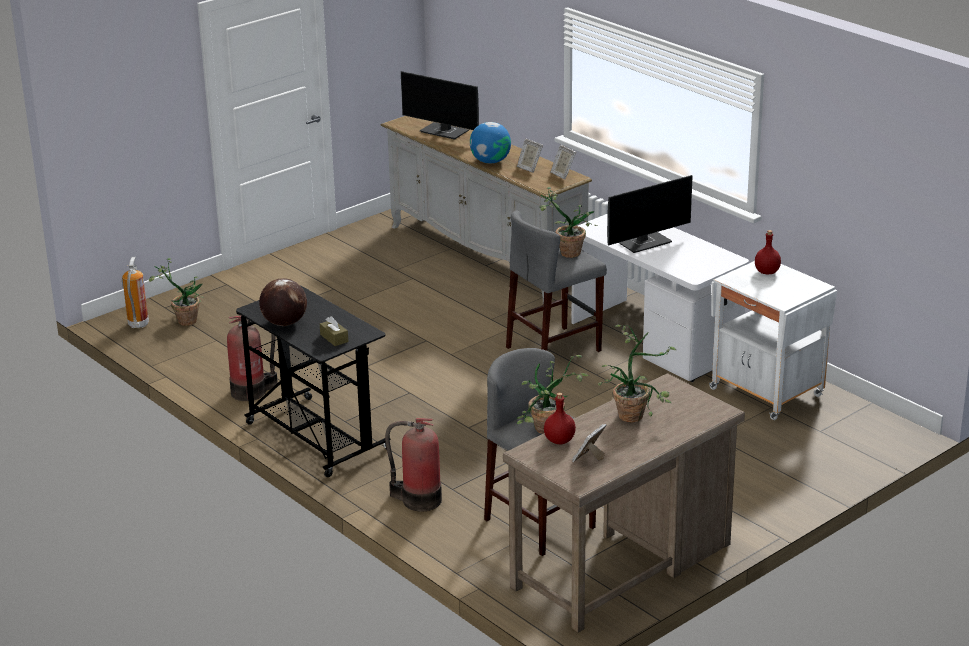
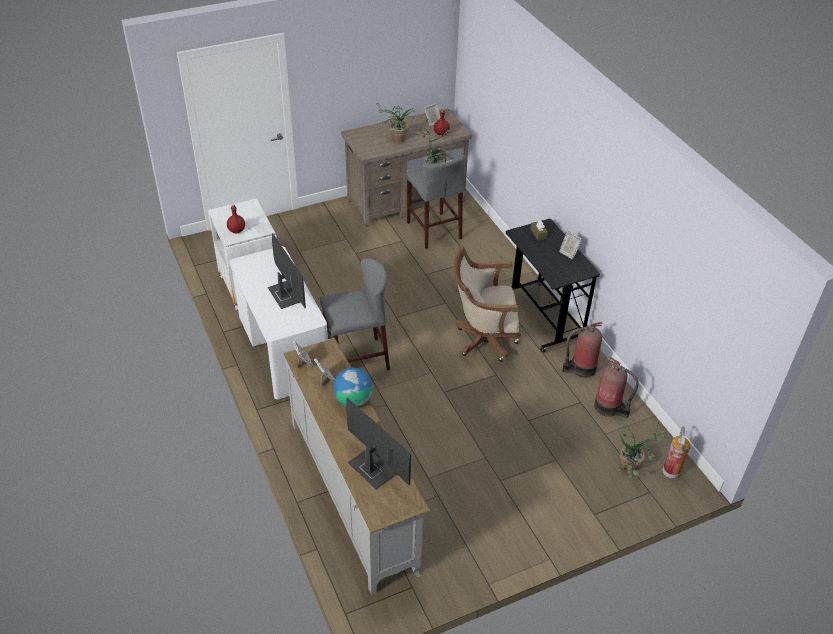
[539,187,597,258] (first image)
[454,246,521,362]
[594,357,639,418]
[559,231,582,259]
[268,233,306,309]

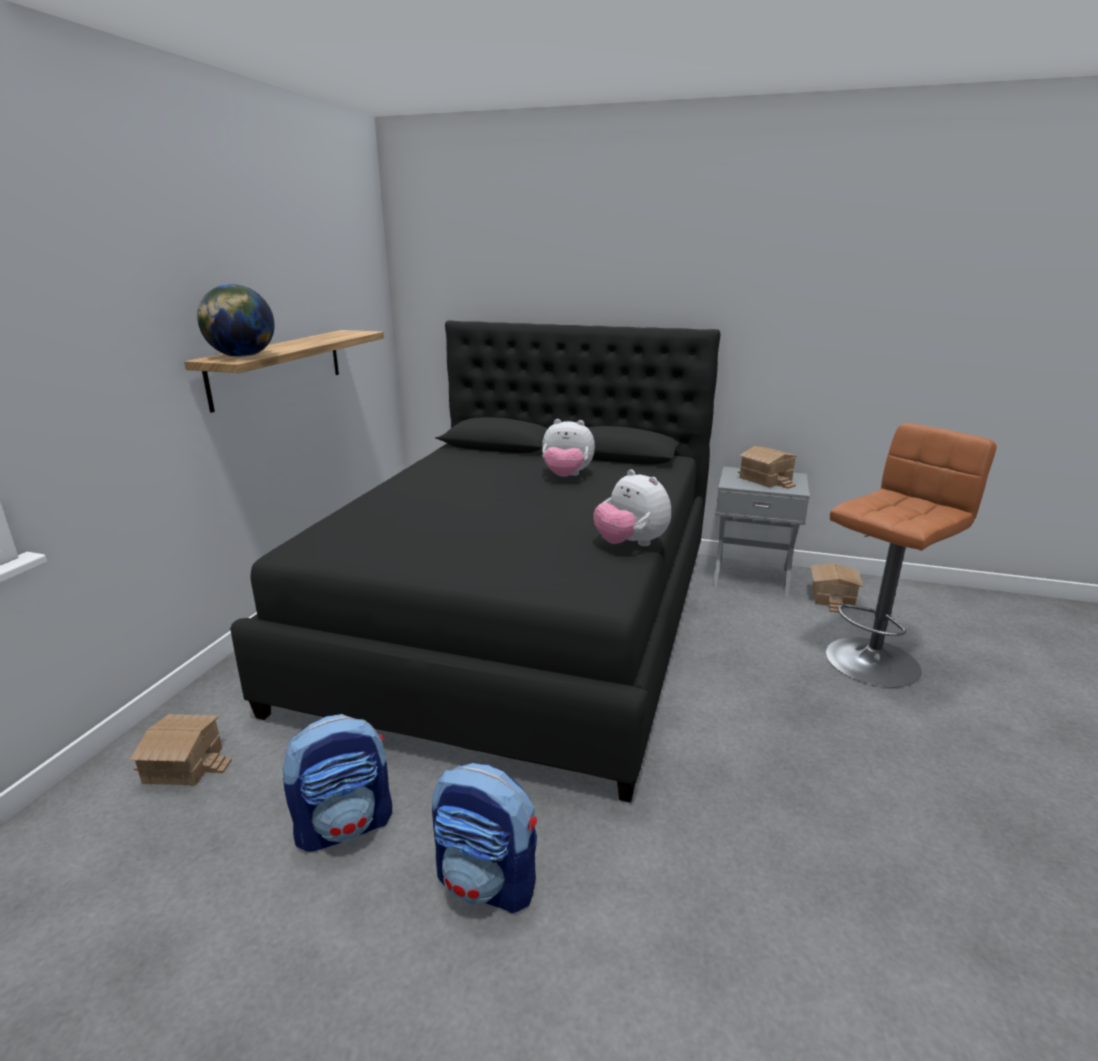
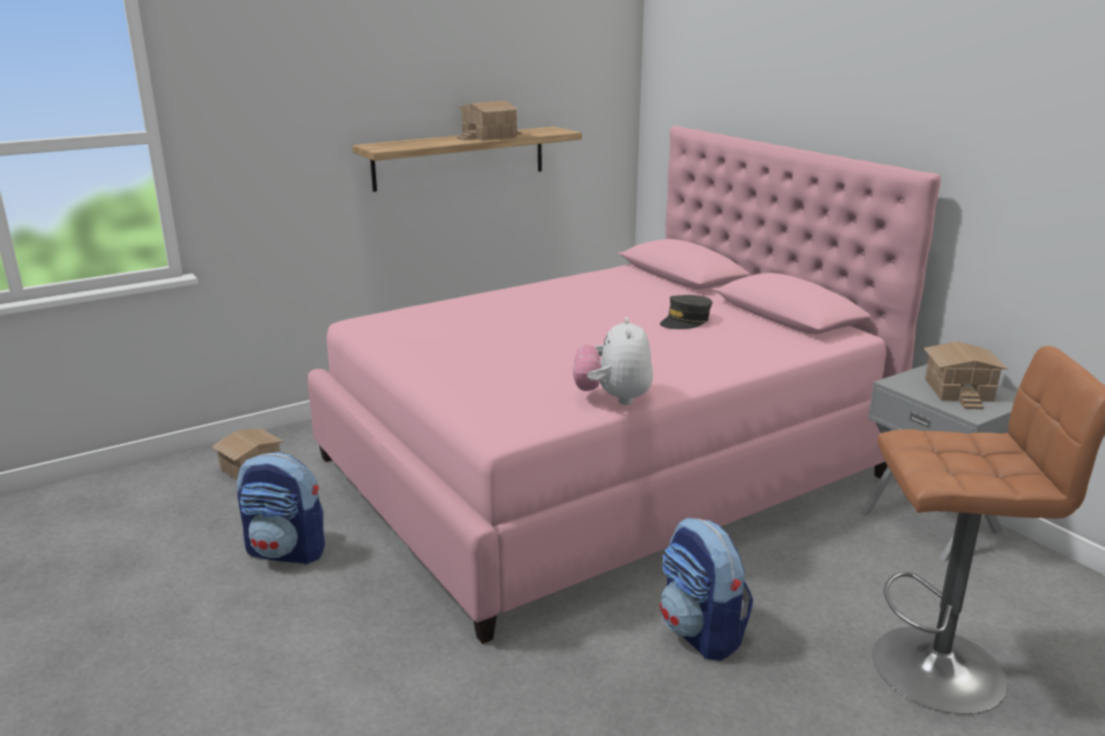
[197,284,275,357] (first image)
[660,517,753,661]
[457,100,521,141]
[660,295,712,329]
[308,126,941,644]

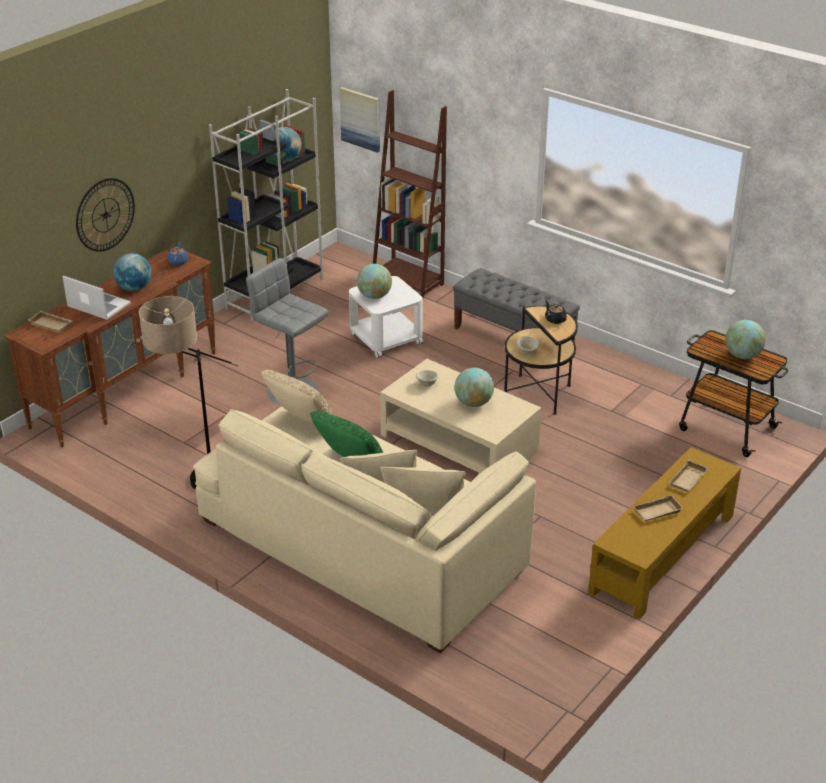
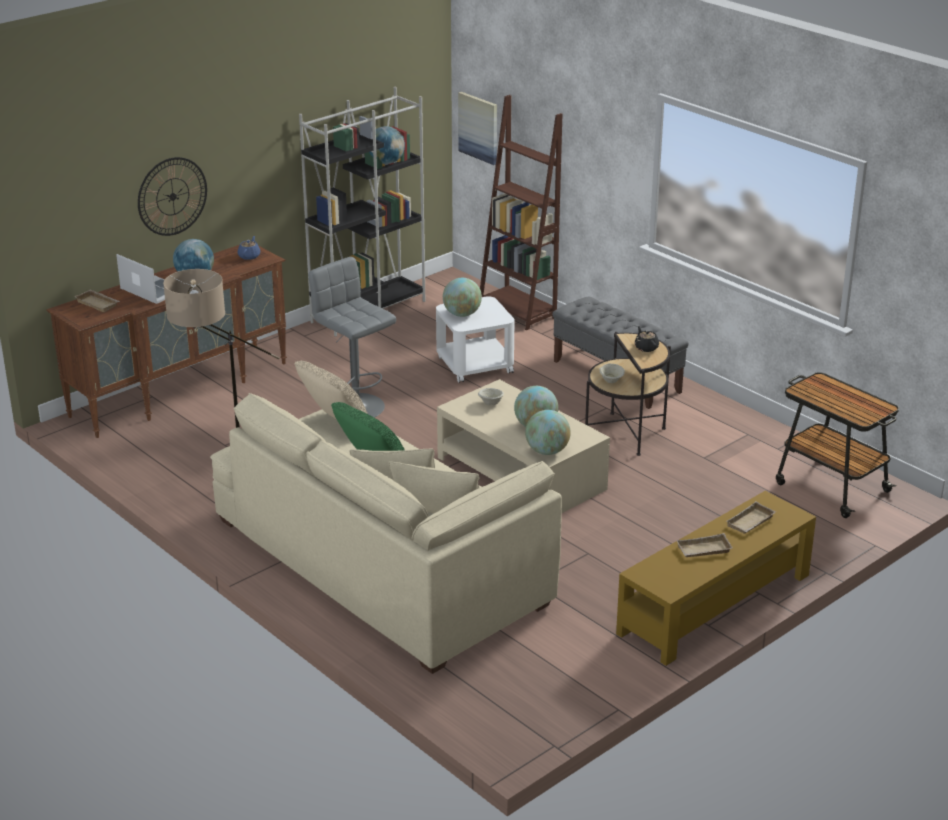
[525,410,571,455]

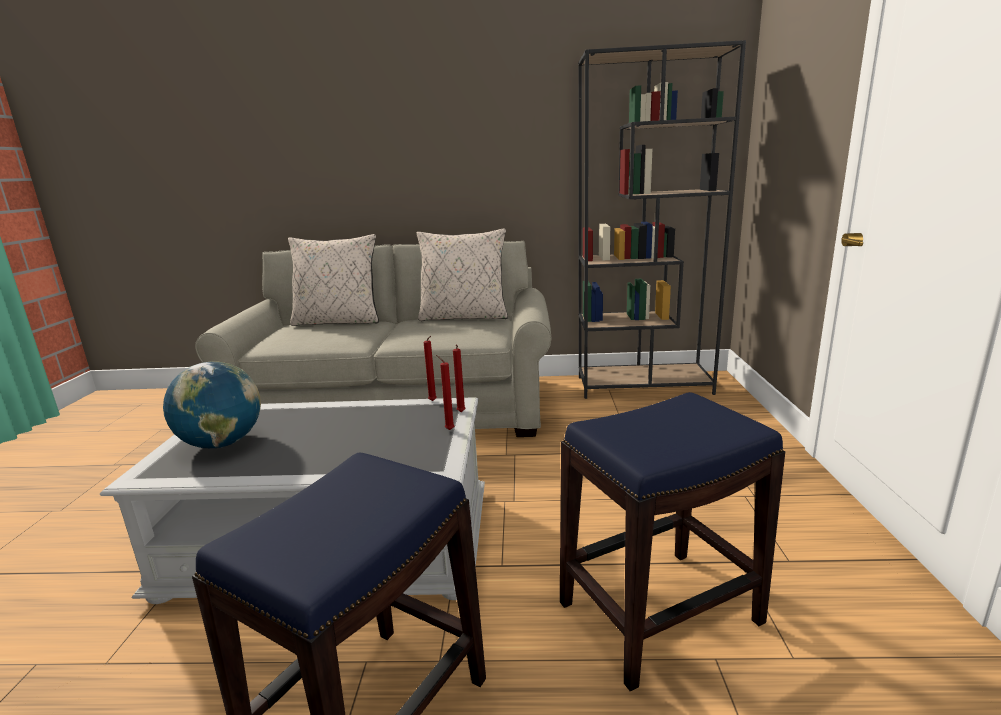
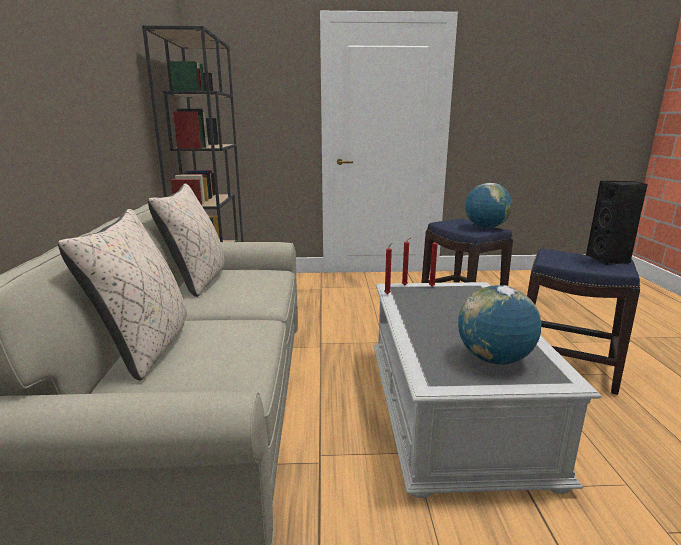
[465,183,512,228]
[586,181,648,265]

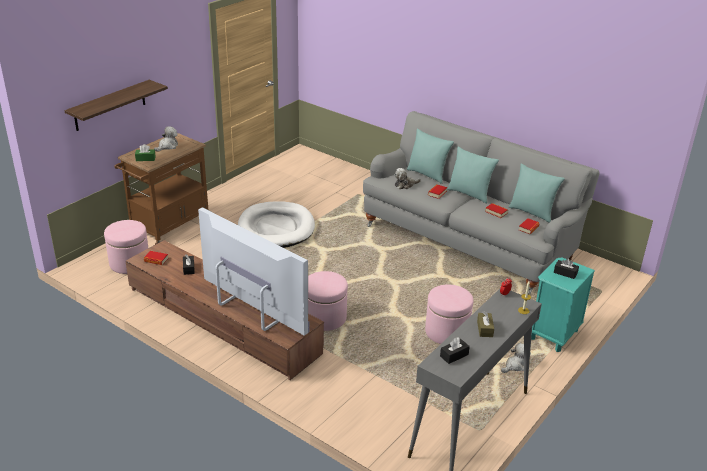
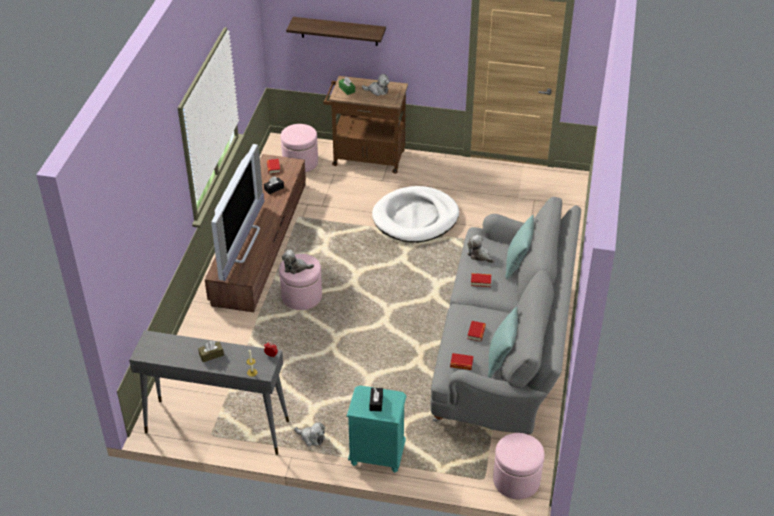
[440,337,470,364] (first image)
[447,147,499,204] (first image)
[282,250,314,274]
[493,433,545,499]

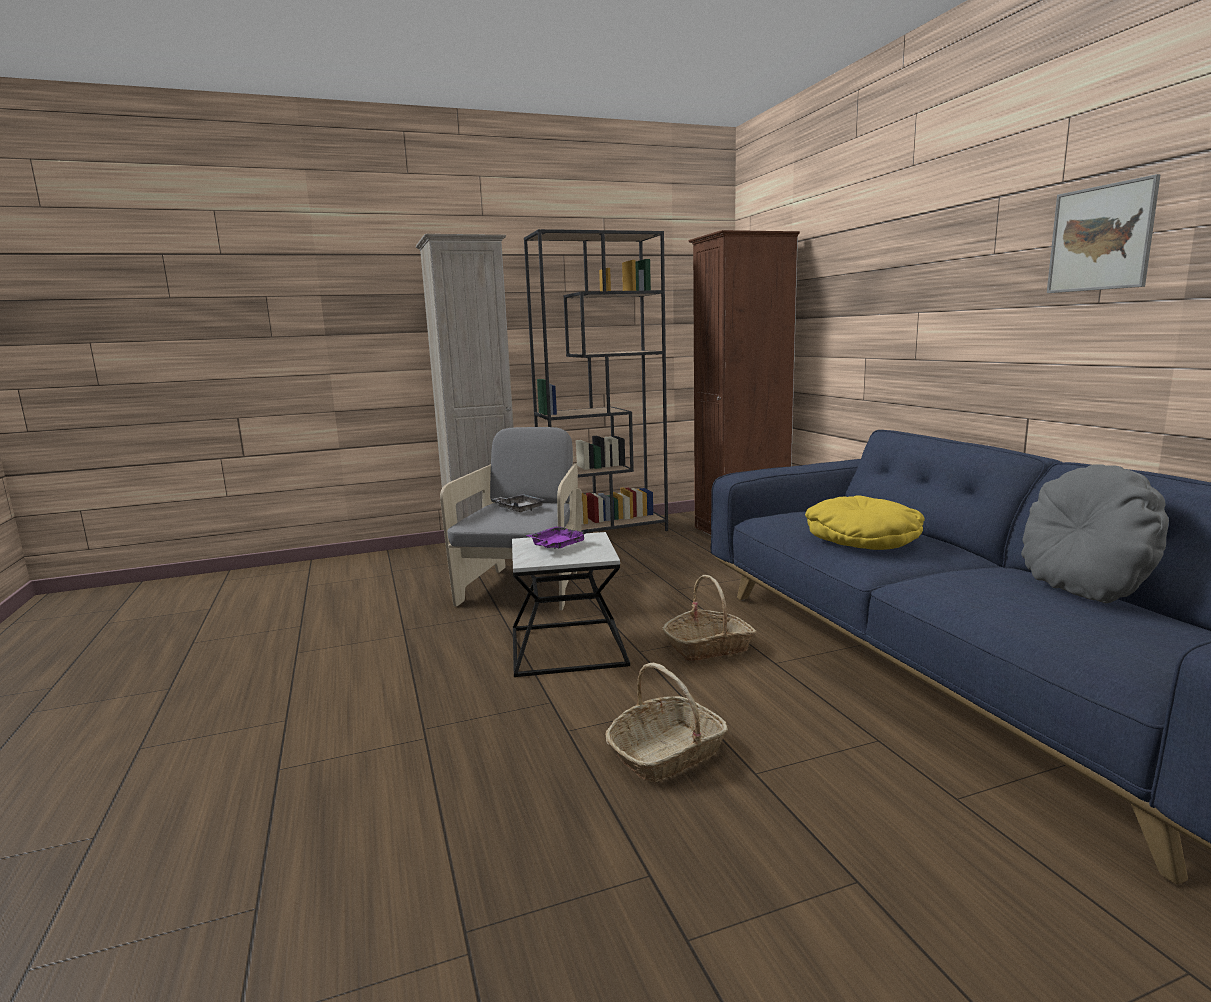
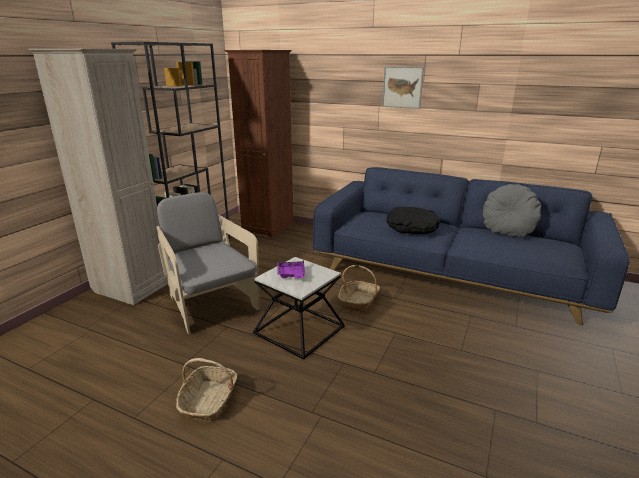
[494,494,545,512] (first image)
[176,358,237,422]
[382,66,424,109]
[386,207,440,234]

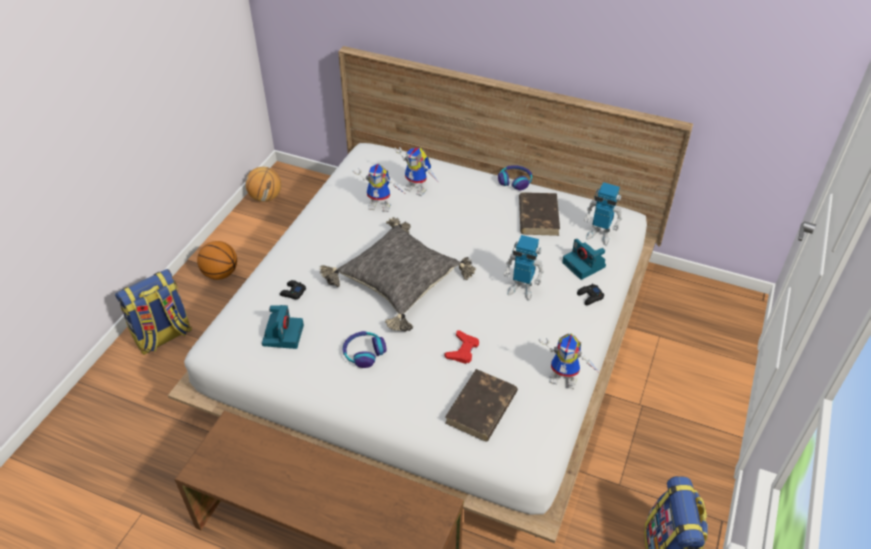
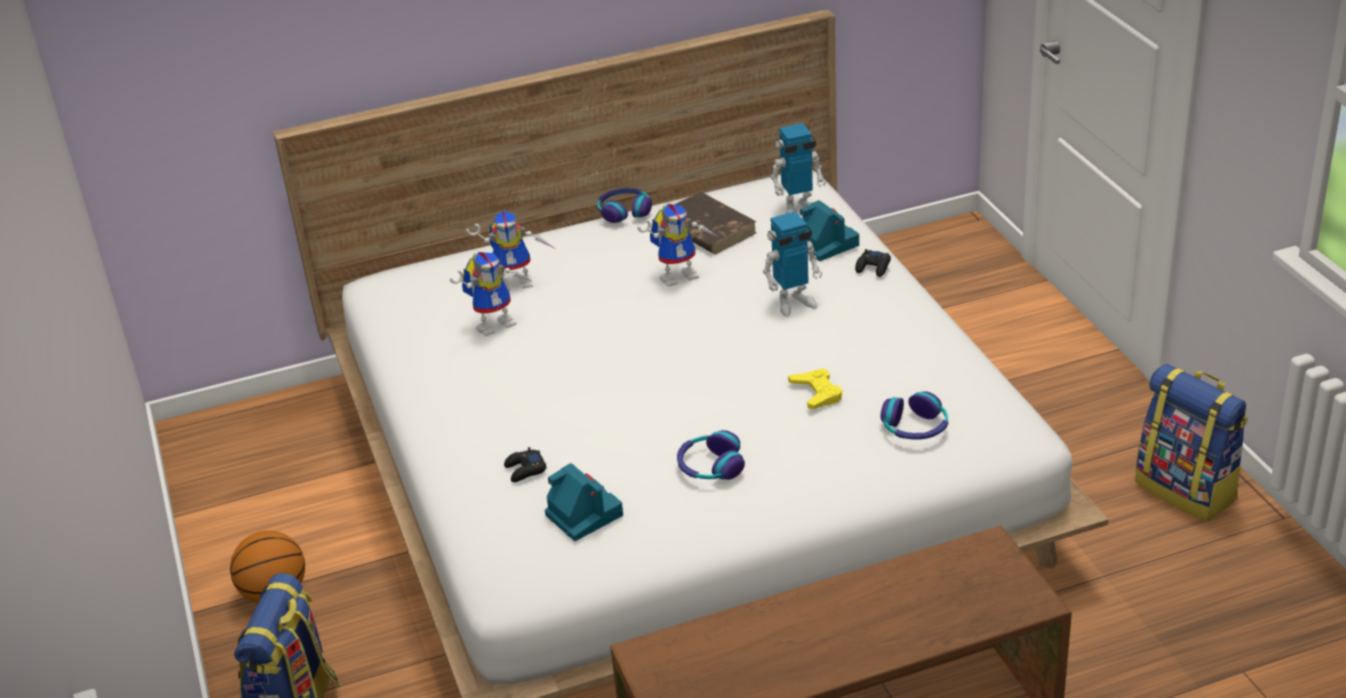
[245,167,281,202] (first image)
[320,217,476,331] (first image)
[637,204,718,287]
[880,391,948,440]
[788,368,842,409]
[800,200,859,261]

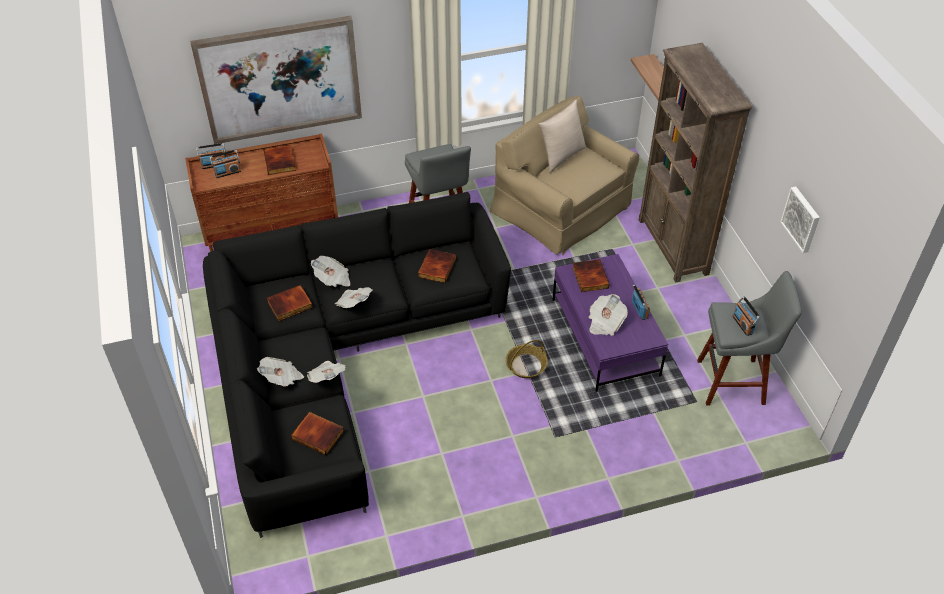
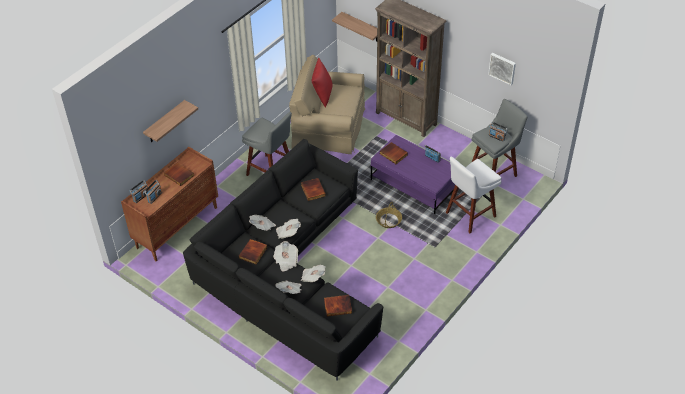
[446,157,502,233]
[273,241,298,272]
[143,100,198,142]
[312,58,333,108]

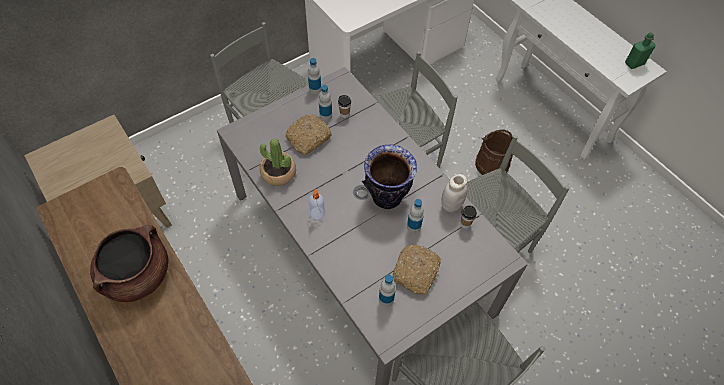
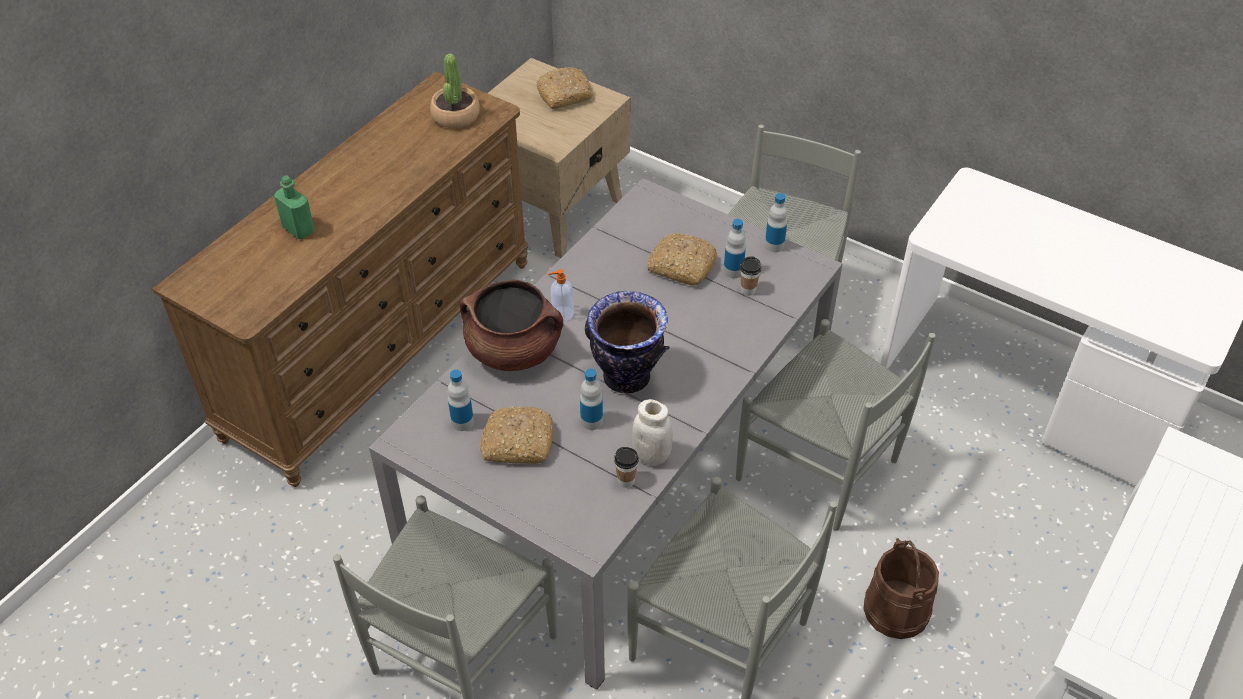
[537,67,593,109]
[460,280,563,371]
[430,54,480,128]
[274,176,315,239]

